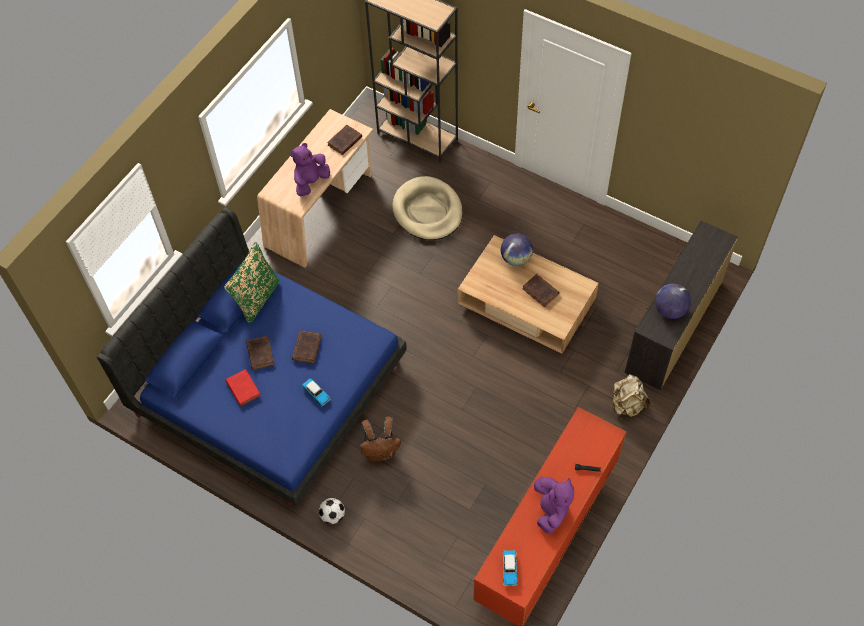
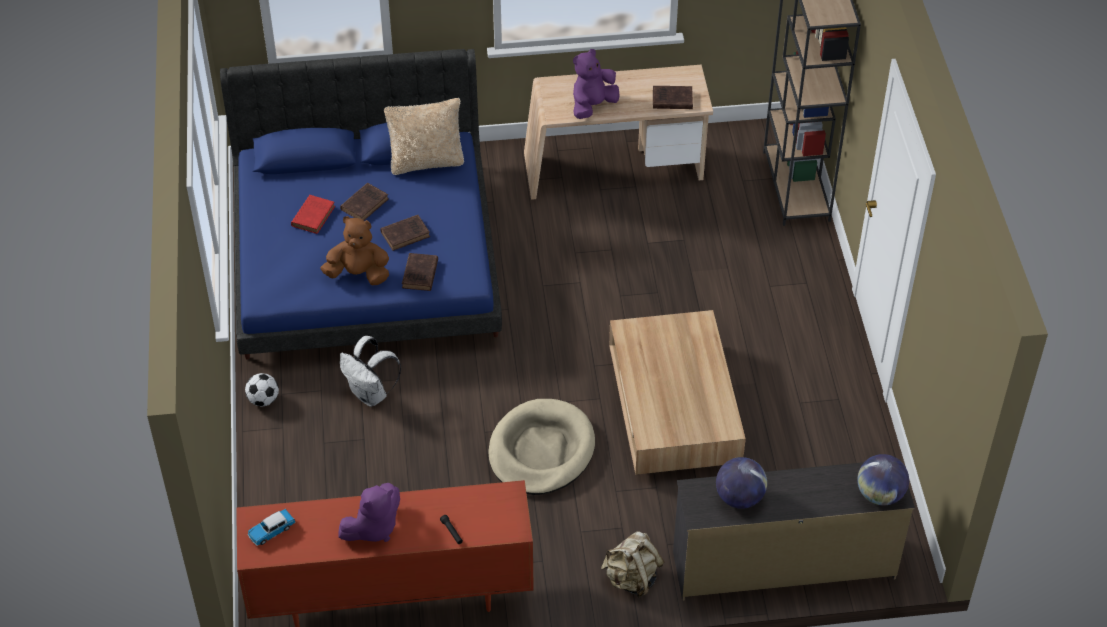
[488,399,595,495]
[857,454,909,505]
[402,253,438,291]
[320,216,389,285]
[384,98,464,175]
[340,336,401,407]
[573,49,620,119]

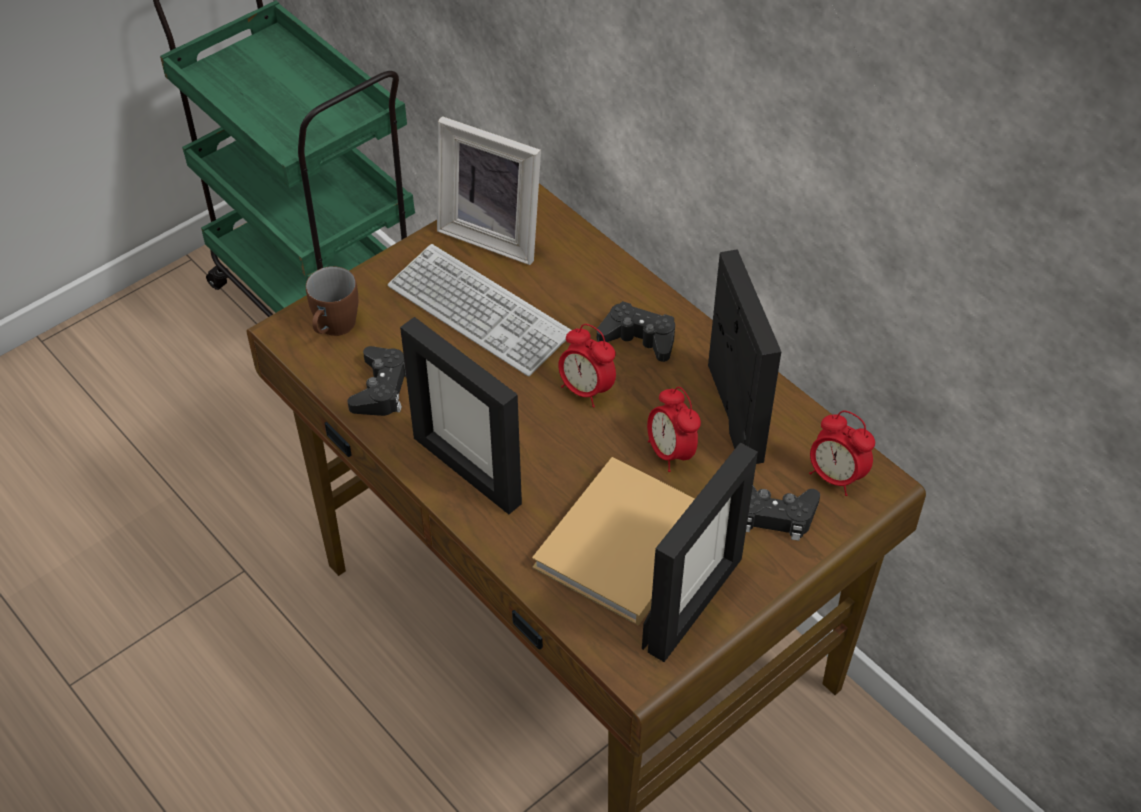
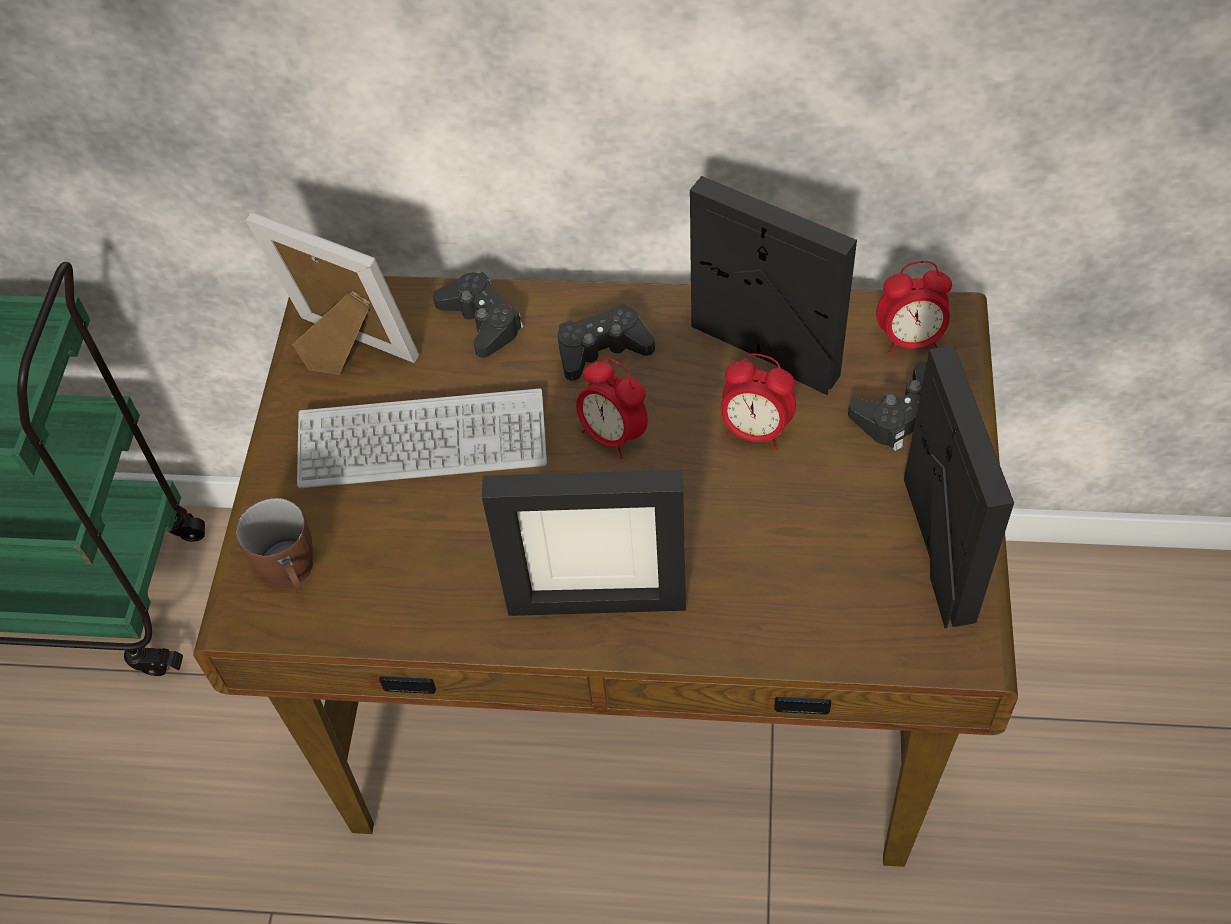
[532,457,695,626] (first image)
[433,272,523,358]
[246,212,419,375]
[576,357,648,459]

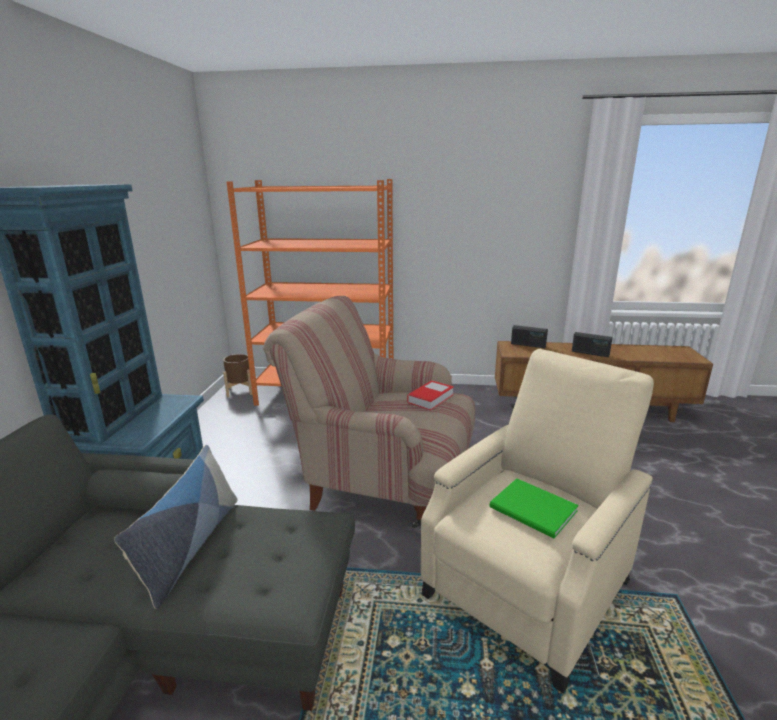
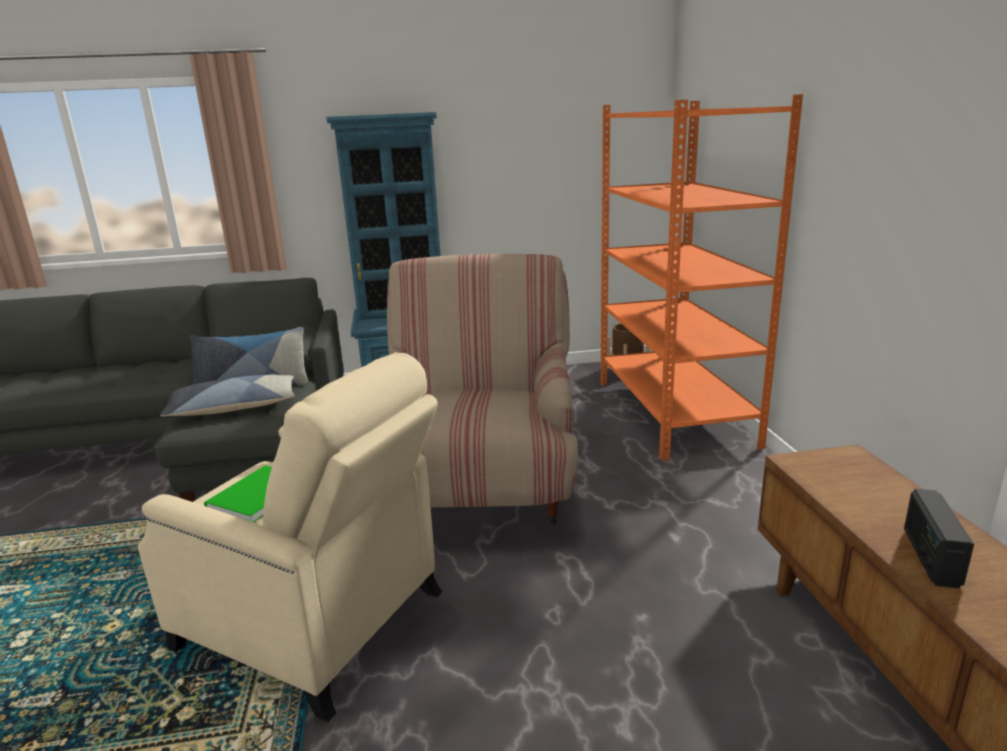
[407,380,454,410] (first image)
[511,325,548,348] (first image)
[160,374,295,416]

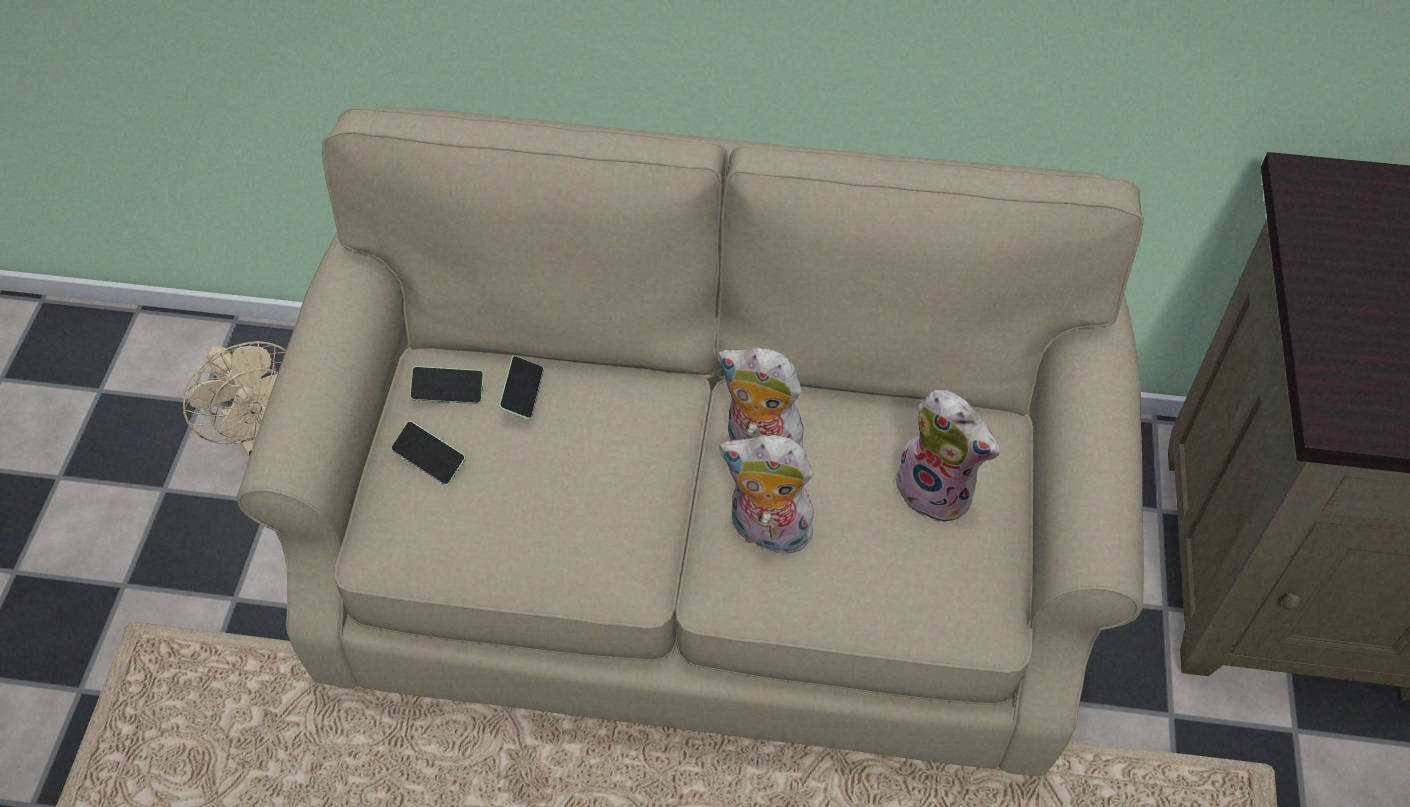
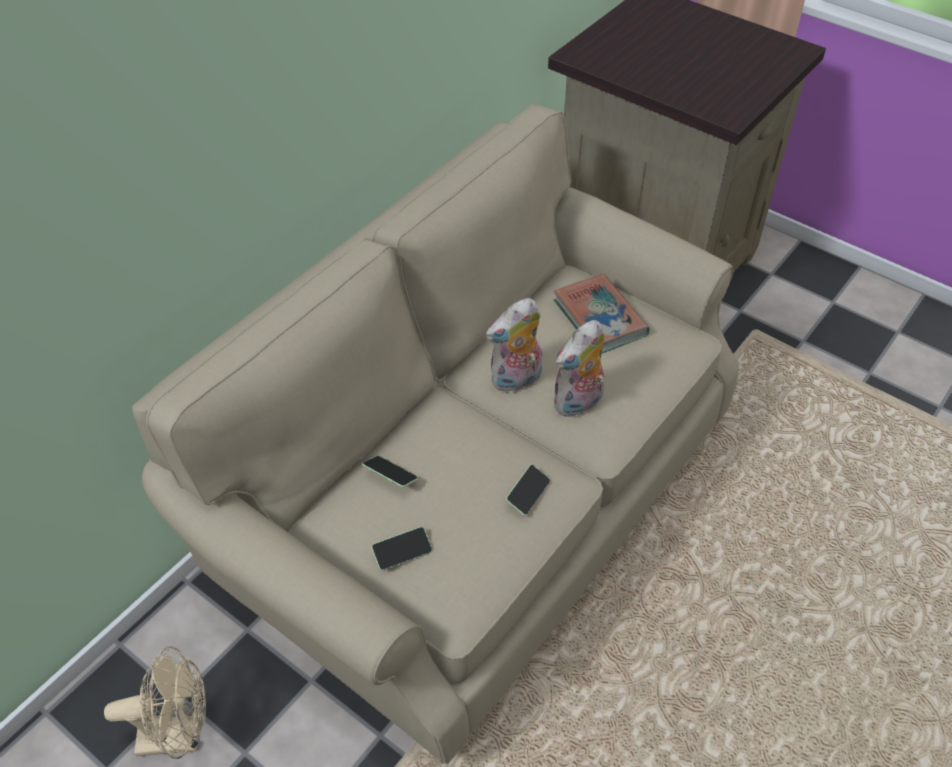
[506,464,550,516]
[553,274,650,353]

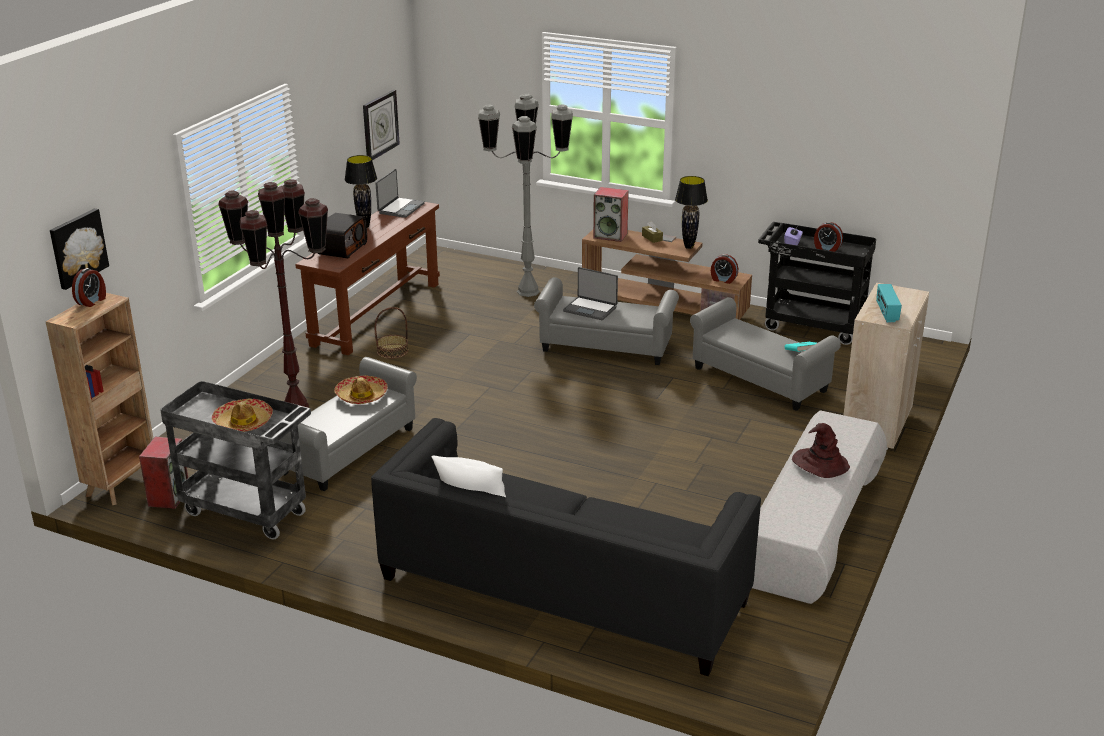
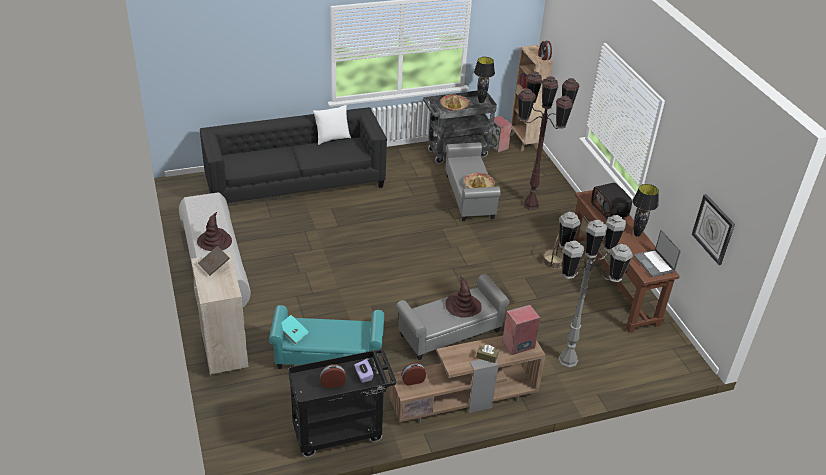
[50,208,109,290] (first image)
[474,57,495,103]
[445,276,482,317]
[198,246,230,276]
[269,305,384,369]

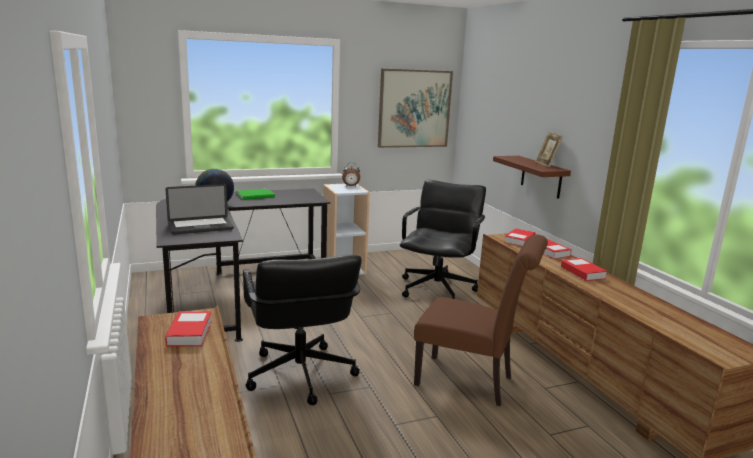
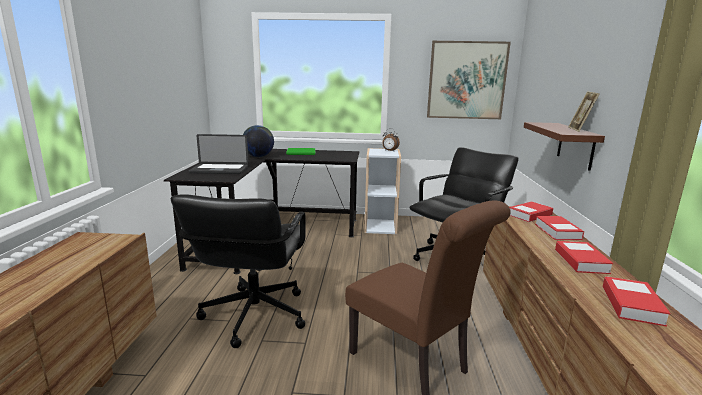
[603,276,671,327]

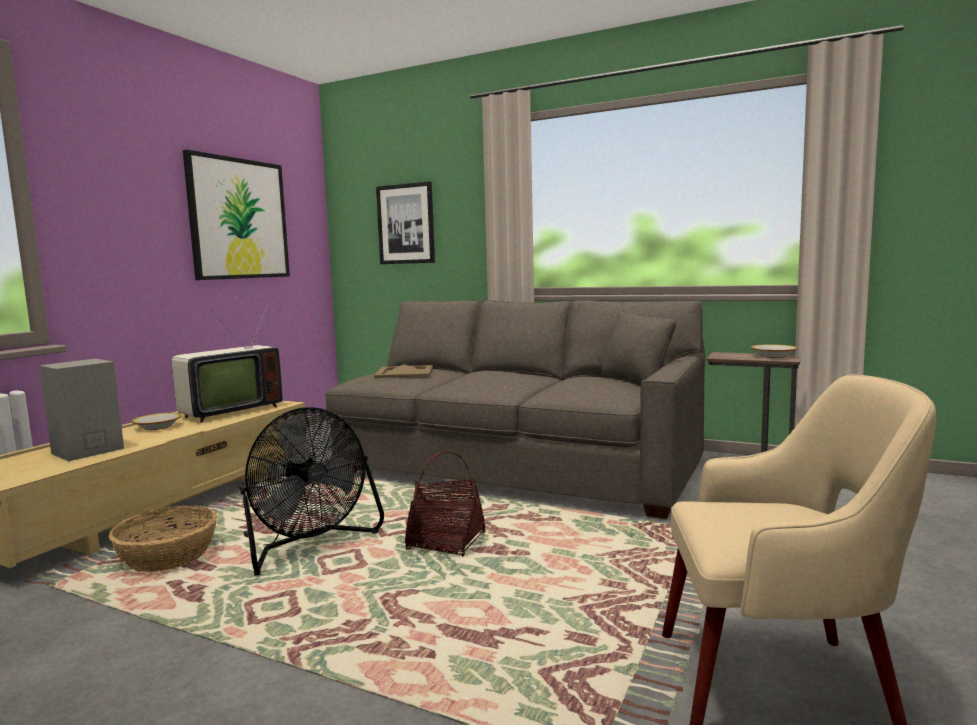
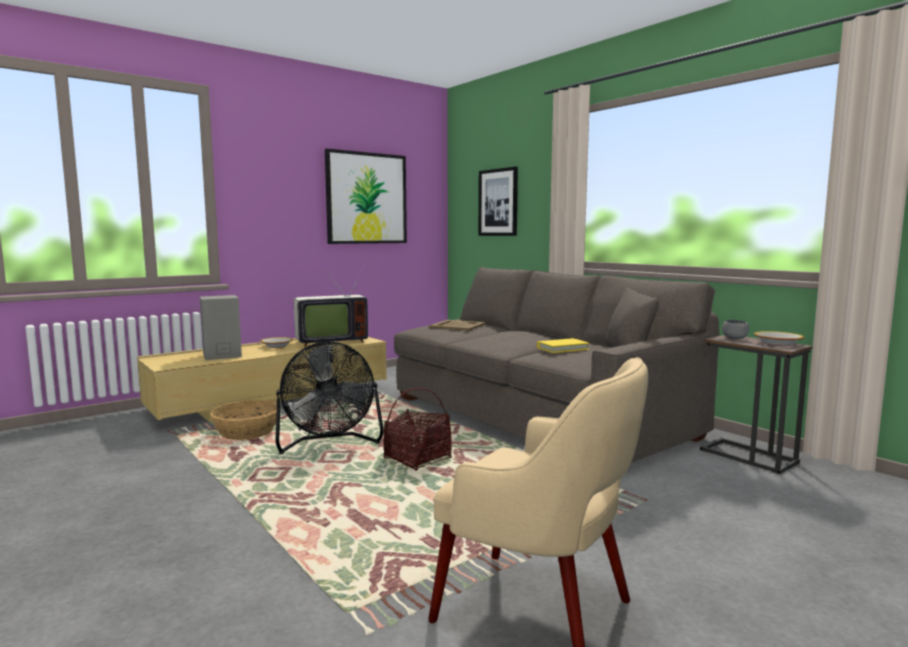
[537,338,590,353]
[722,319,749,339]

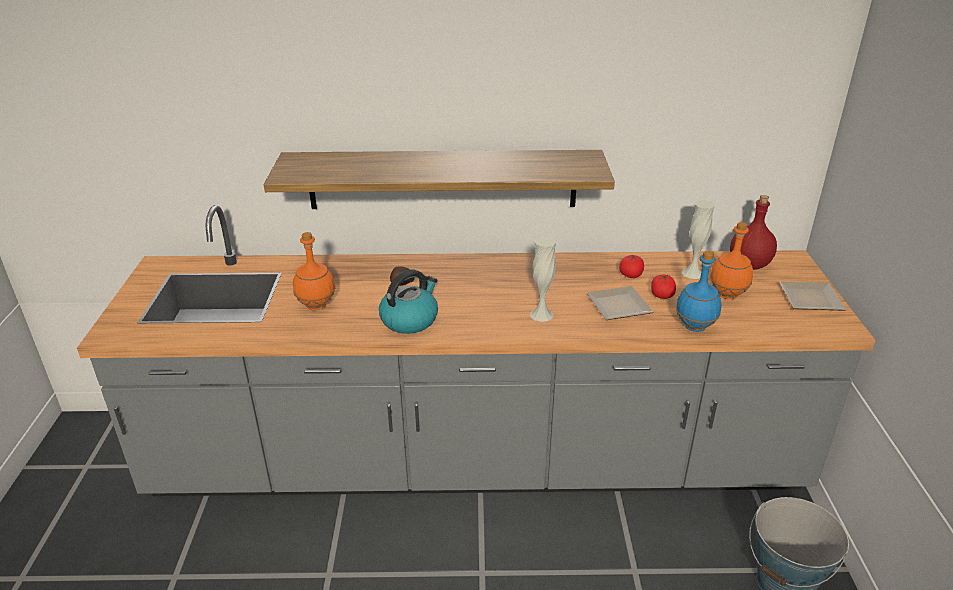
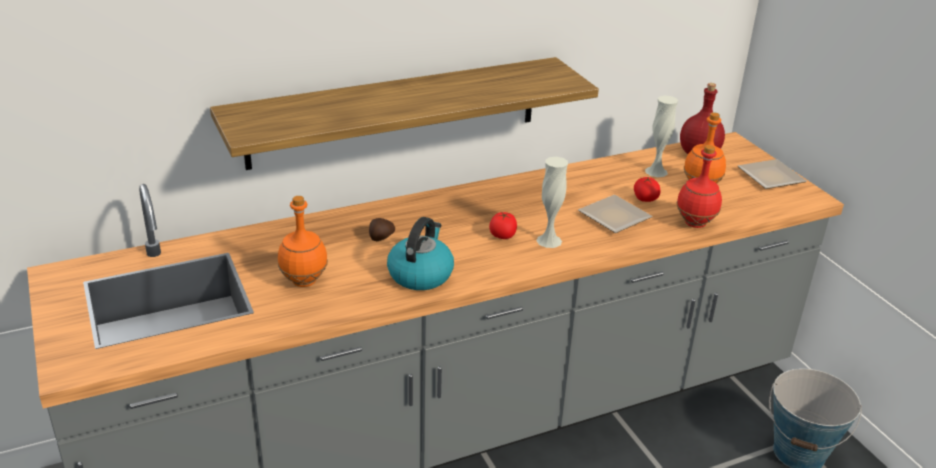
[489,212,517,239]
[676,145,722,228]

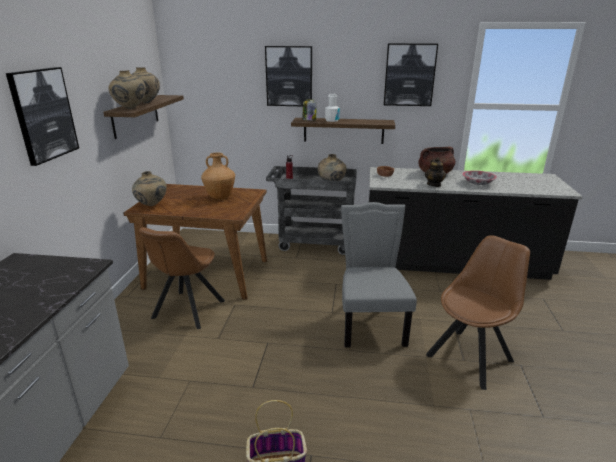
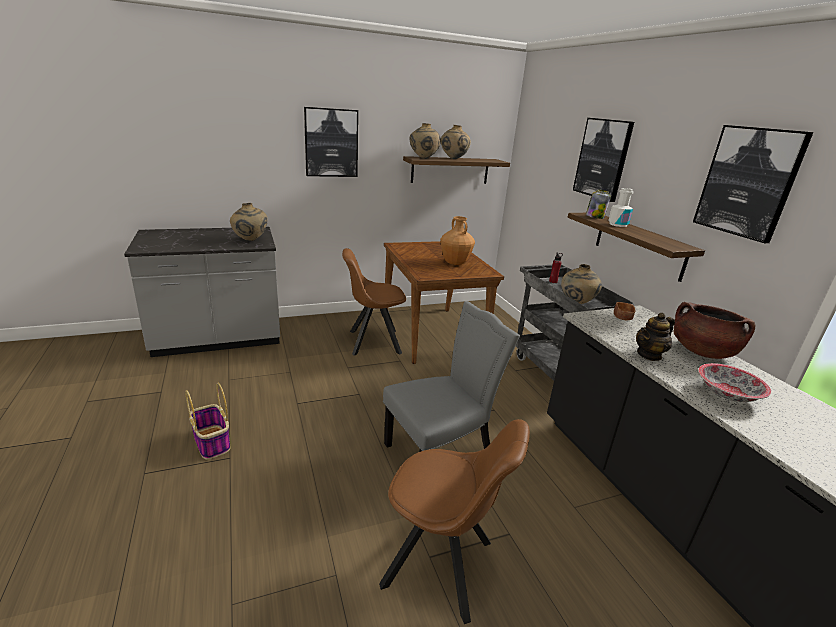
[230,203,268,241]

